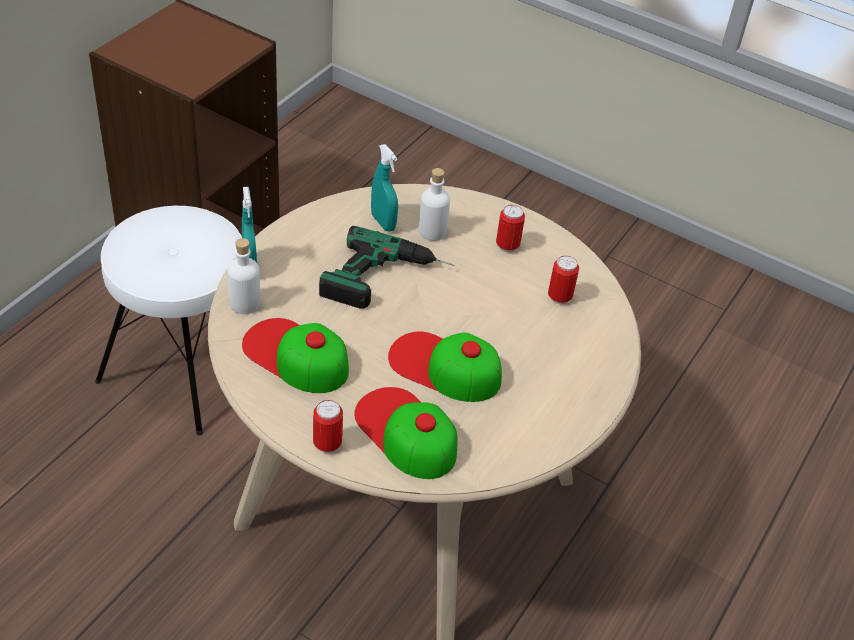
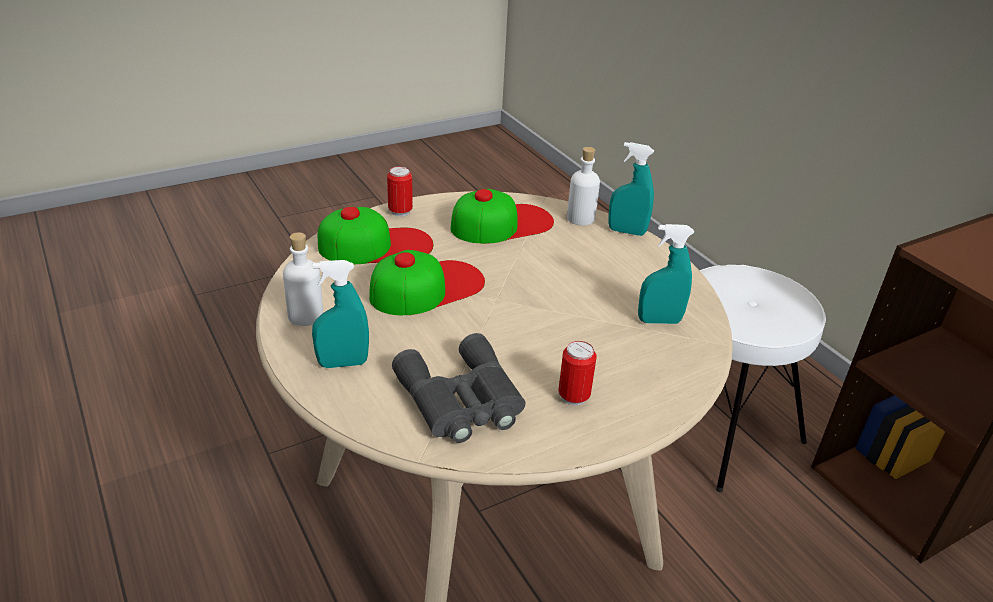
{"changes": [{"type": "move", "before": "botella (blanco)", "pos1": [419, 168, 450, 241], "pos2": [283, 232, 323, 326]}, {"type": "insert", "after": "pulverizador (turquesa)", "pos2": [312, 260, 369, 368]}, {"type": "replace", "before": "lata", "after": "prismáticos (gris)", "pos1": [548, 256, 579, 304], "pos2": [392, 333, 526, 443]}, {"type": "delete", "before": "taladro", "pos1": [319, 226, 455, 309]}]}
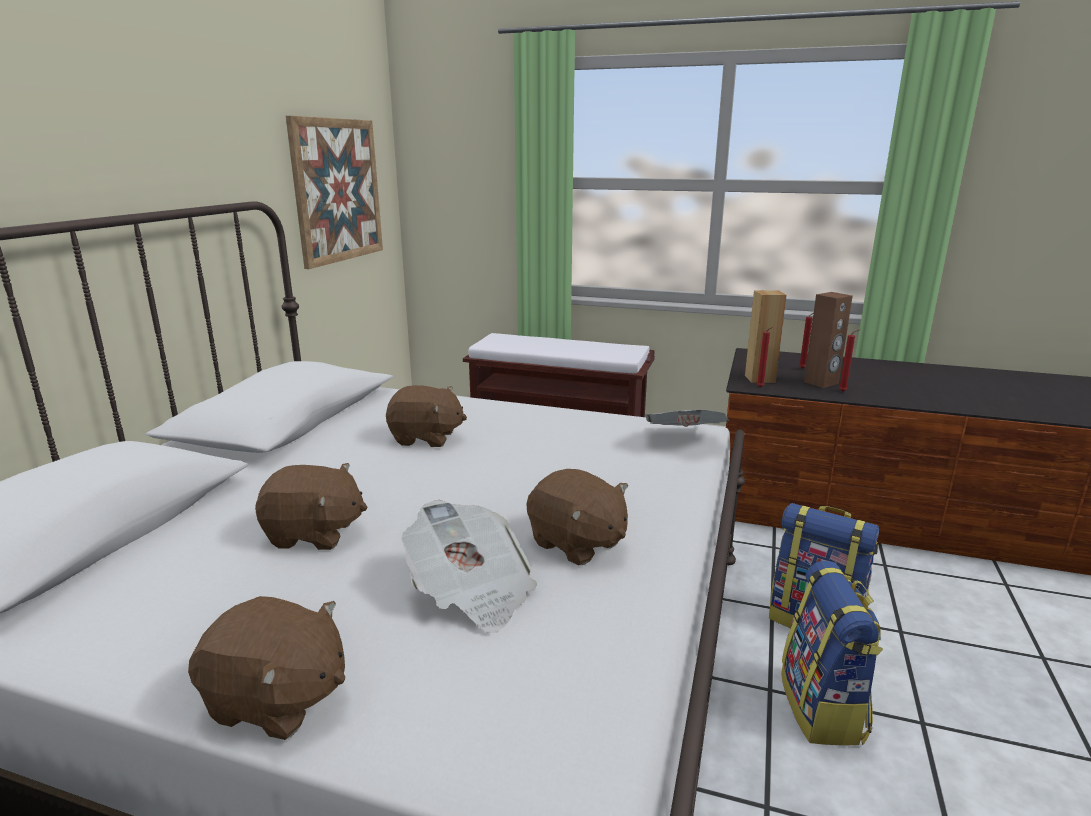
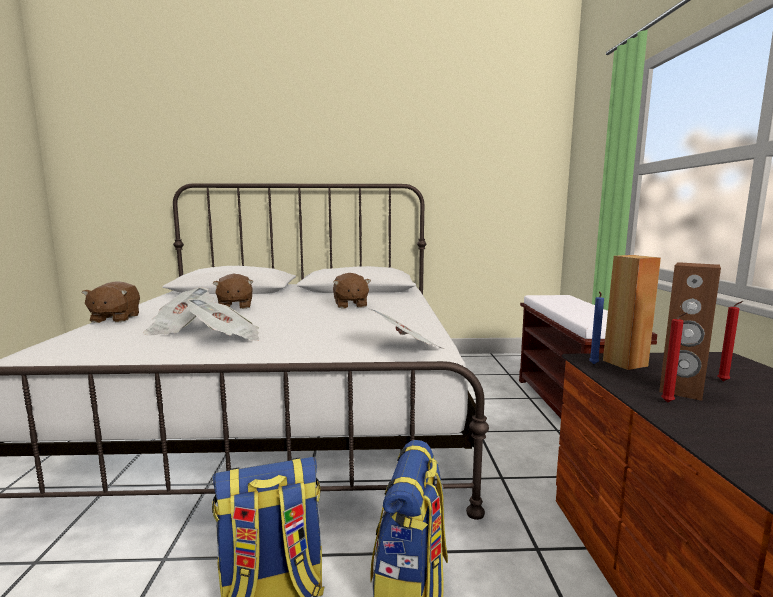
{"changes": [{"type": "replace", "before": "peluche (marrón)", "after": "periódico", "pos1": [526, 469, 628, 565], "pos2": [188, 299, 259, 341]}, {"type": "recolor", "before": "vela (rojo)", "after": "vela (azul)", "pos1": [757, 327, 773, 387], "pos2": [589, 291, 604, 364]}, {"type": "delete", "before": "cuadro", "pos1": [286, 116, 383, 269]}]}
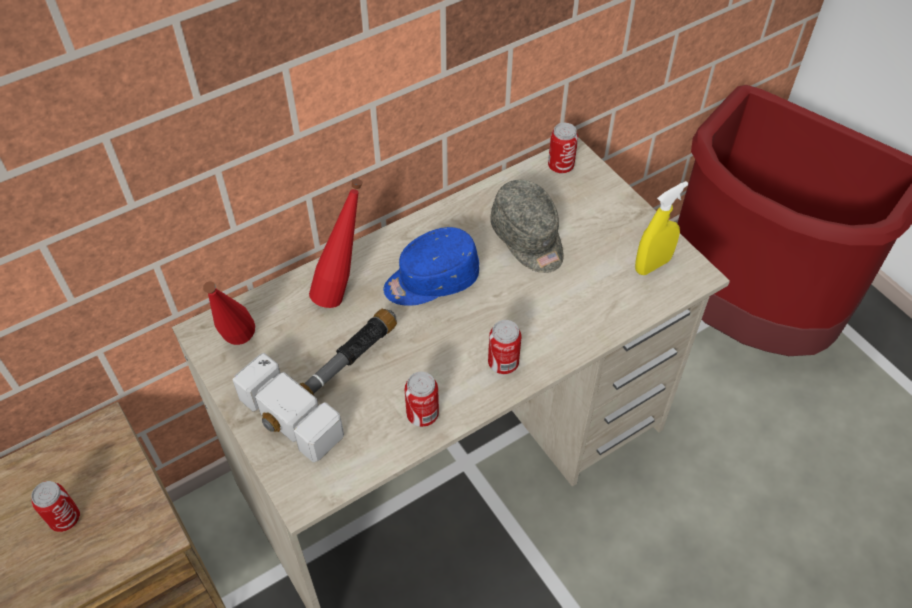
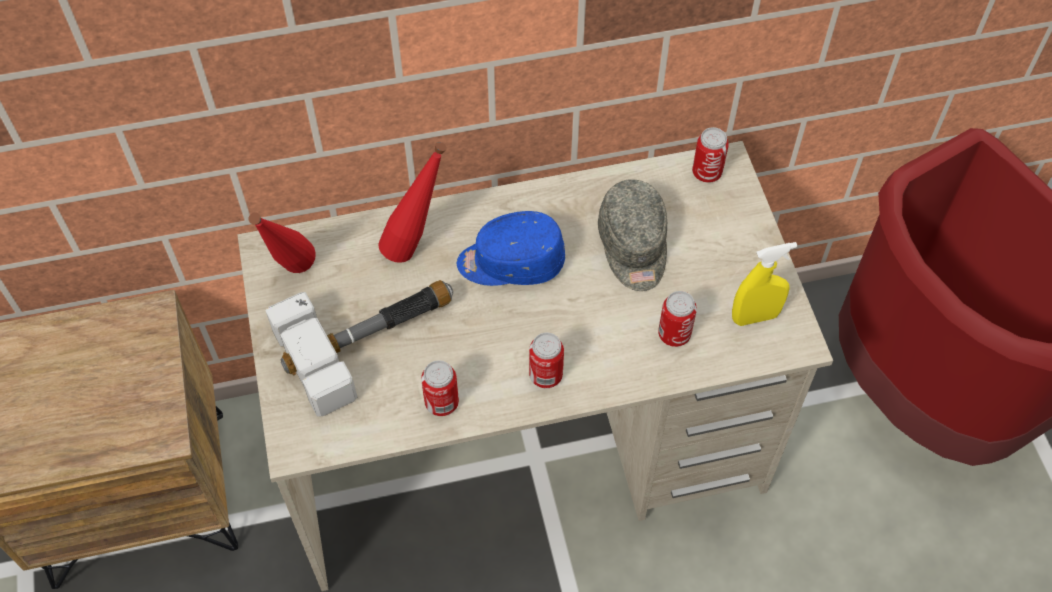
{"changes": [{"type": "move", "before": "lata", "pos1": [31, 481, 80, 532], "pos2": [658, 291, 697, 347]}]}
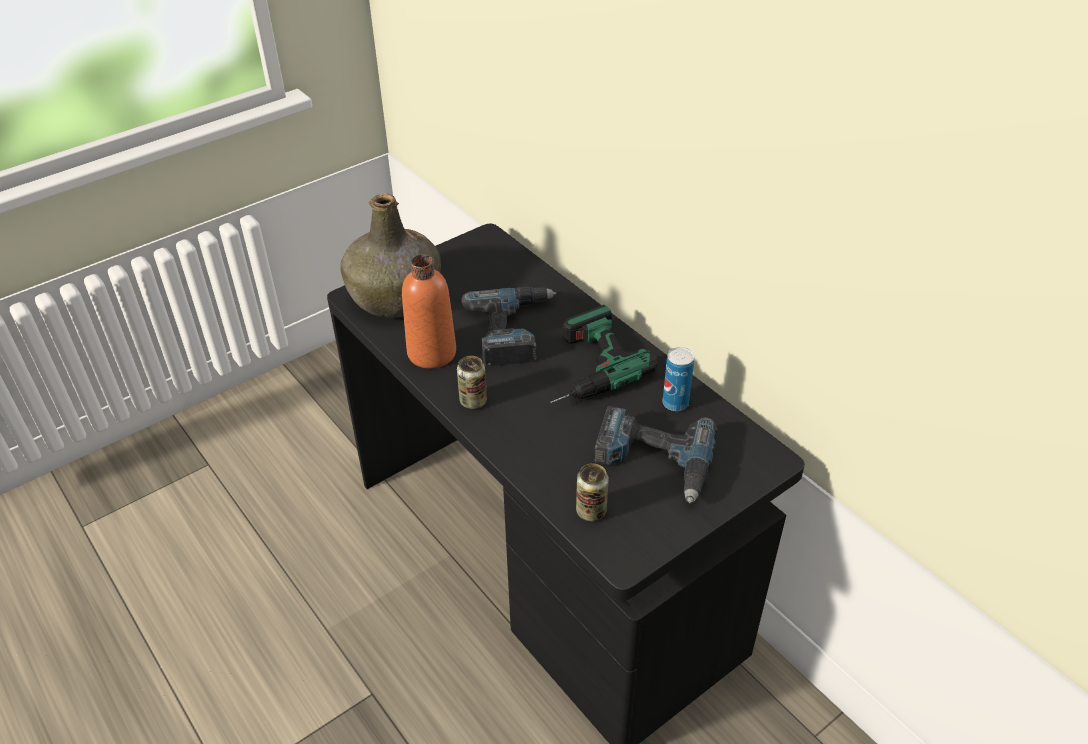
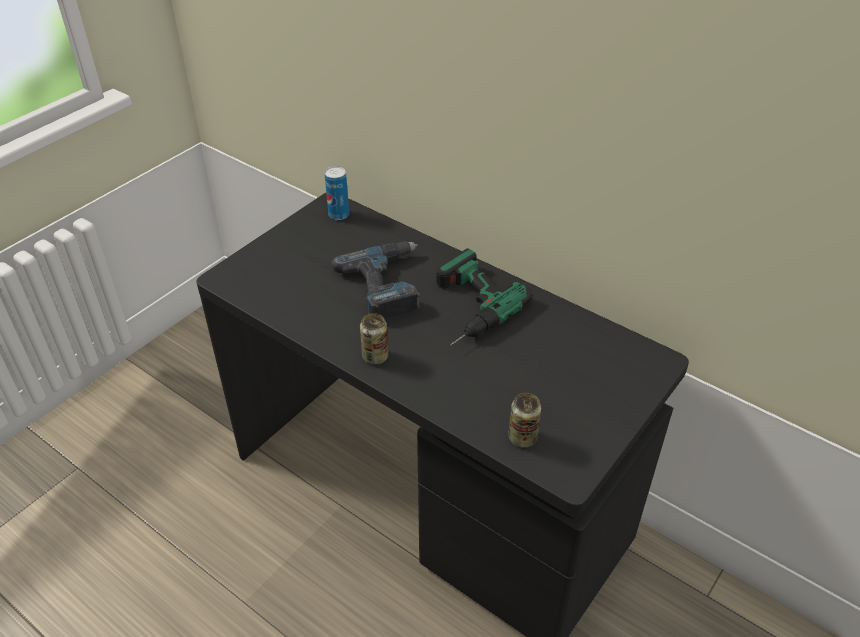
{"changes": [{"type": "move", "before": "lata", "pos1": [663, 347, 694, 411], "pos2": [325, 166, 349, 220]}, {"type": "delete", "before": "botella (verde)", "pos1": [341, 193, 441, 318]}, {"type": "delete", "before": "botella (naranja)", "pos1": [402, 254, 456, 368]}, {"type": "delete", "before": "taladro", "pos1": [594, 406, 717, 503]}]}
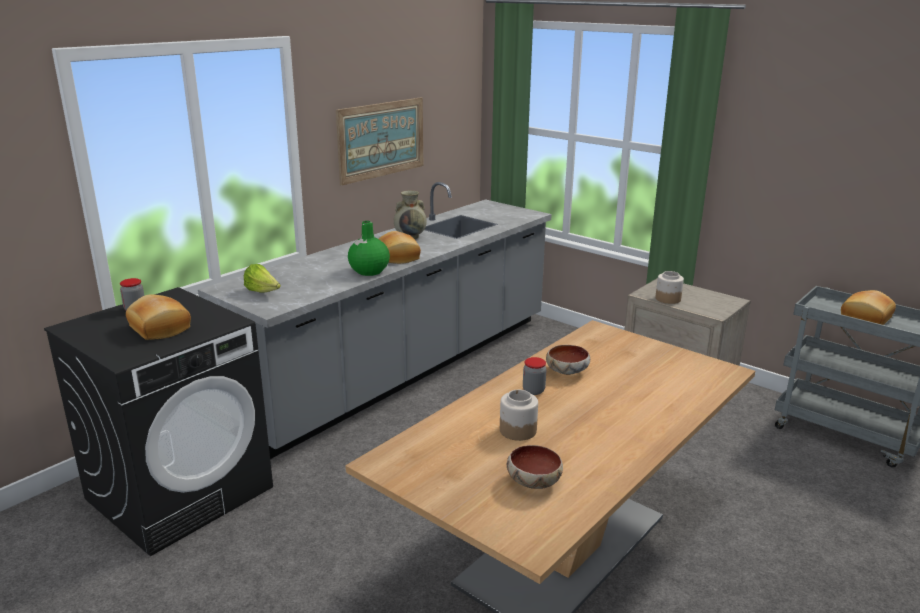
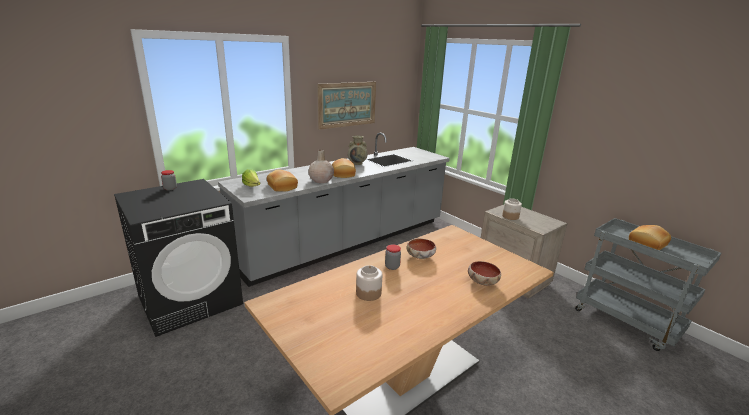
{"changes": [{"type": "move", "before": "pan", "pos1": [126, 294, 191, 340], "pos2": [267, 169, 298, 192]}, {"type": "recolor", "before": "florero (verde)", "after": "florero (beis)", "pos1": [348, 221, 390, 276], "pos2": [308, 150, 334, 183]}, {"type": "move", "before": "cuenco", "pos1": [507, 445, 563, 489], "pos2": [468, 261, 501, 286]}]}
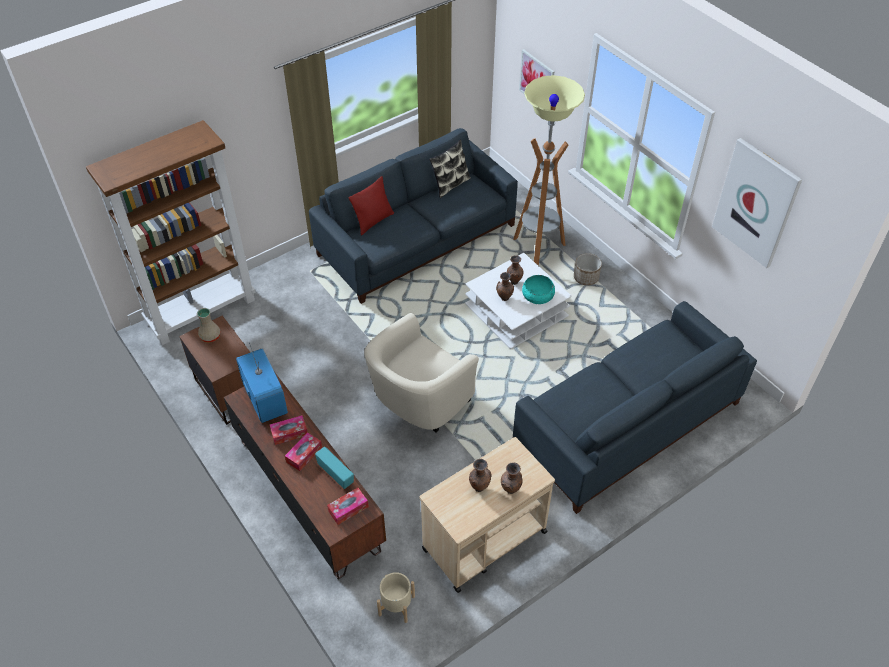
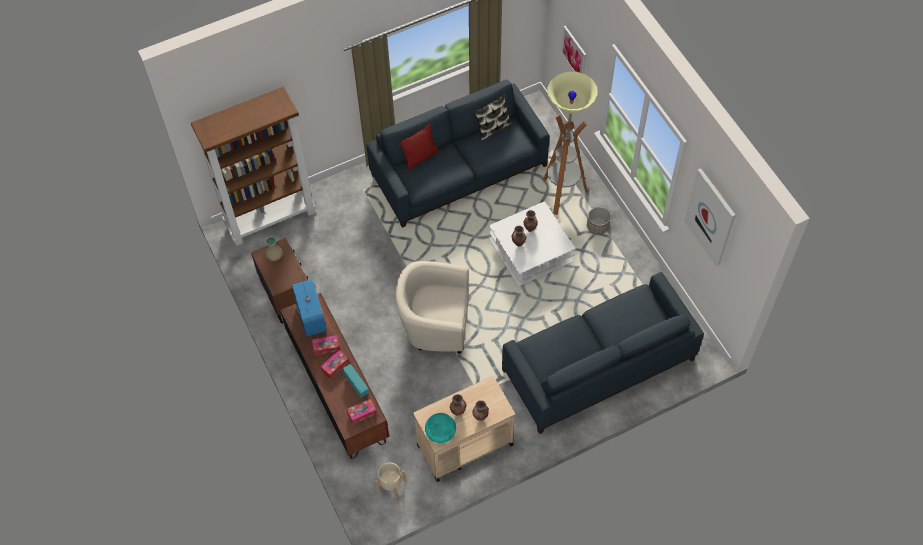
{"changes": [{"type": "rotate", "before": "sillón (beis)", "pos1": [364, 313, 479, 432], "pos2": [395, 261, 469, 353], "turn": 45}, {"type": "move", "before": "cuenco (turquesa)", "pos1": [522, 275, 555, 304], "pos2": [425, 413, 456, 443]}]}
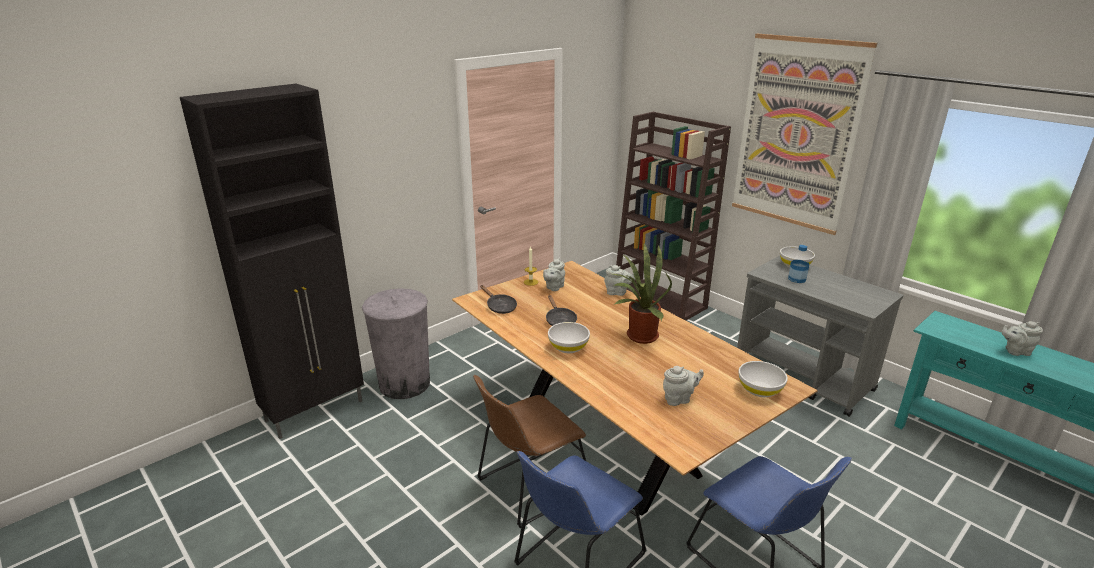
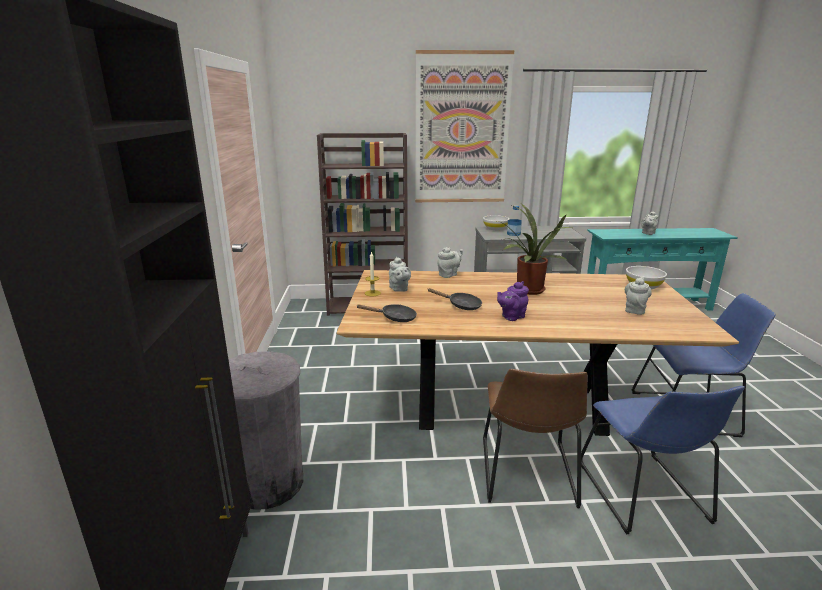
{"changes": [{"type": "replace", "before": "cuenco (blanco)", "after": "tetera (morado)", "pos1": [548, 322, 590, 353], "pos2": [497, 281, 529, 321]}]}
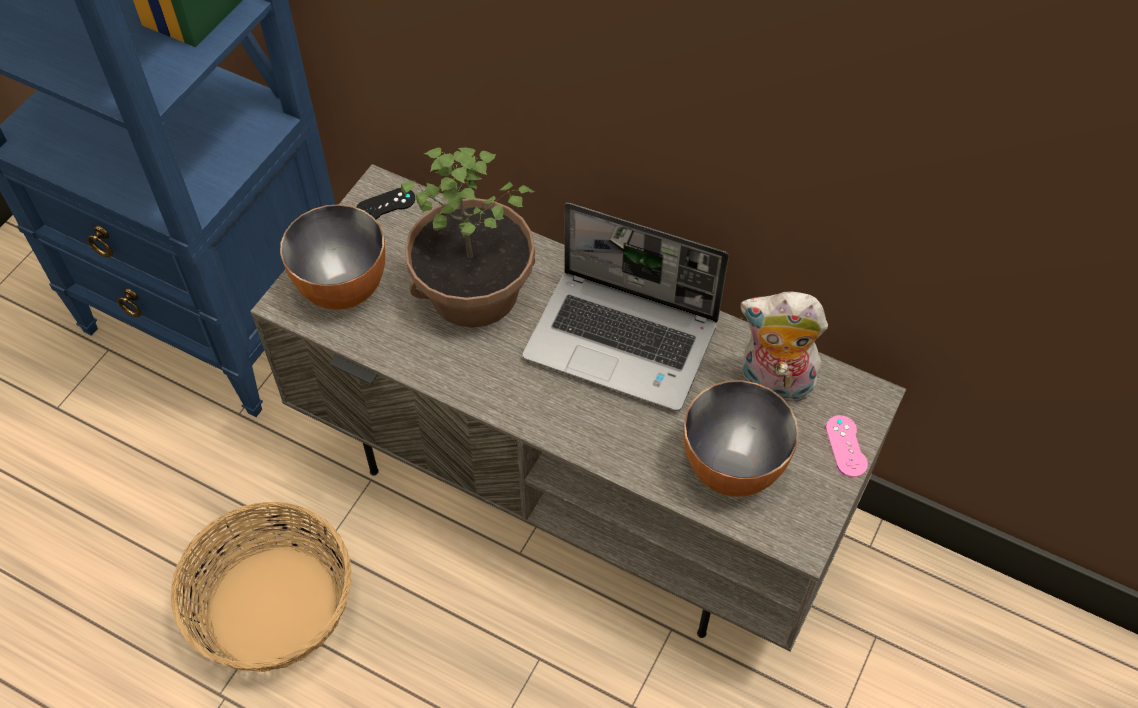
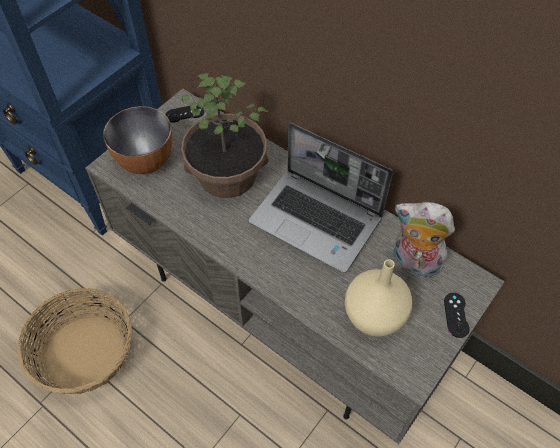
{"changes": [{"type": "replace", "before": "cuenco", "after": "florero (beis)", "pos1": [683, 380, 799, 497], "pos2": [344, 259, 412, 337]}, {"type": "recolor", "before": "mando de consola (rosa)", "after": "mando de consola (negro)", "pos1": [826, 415, 868, 477], "pos2": [444, 293, 470, 338]}]}
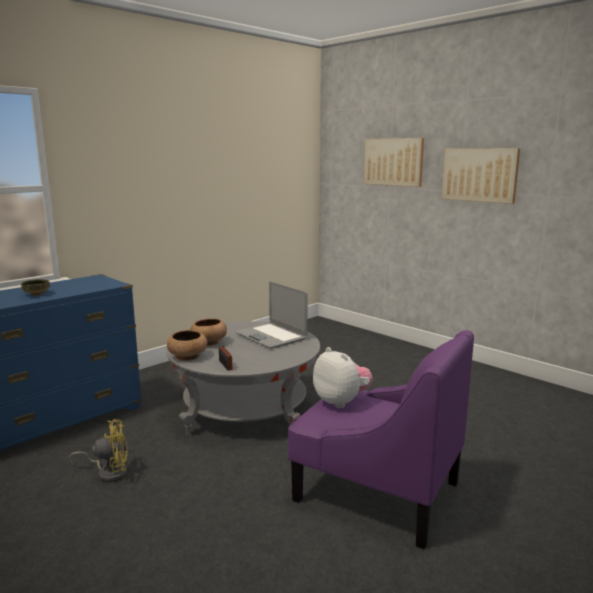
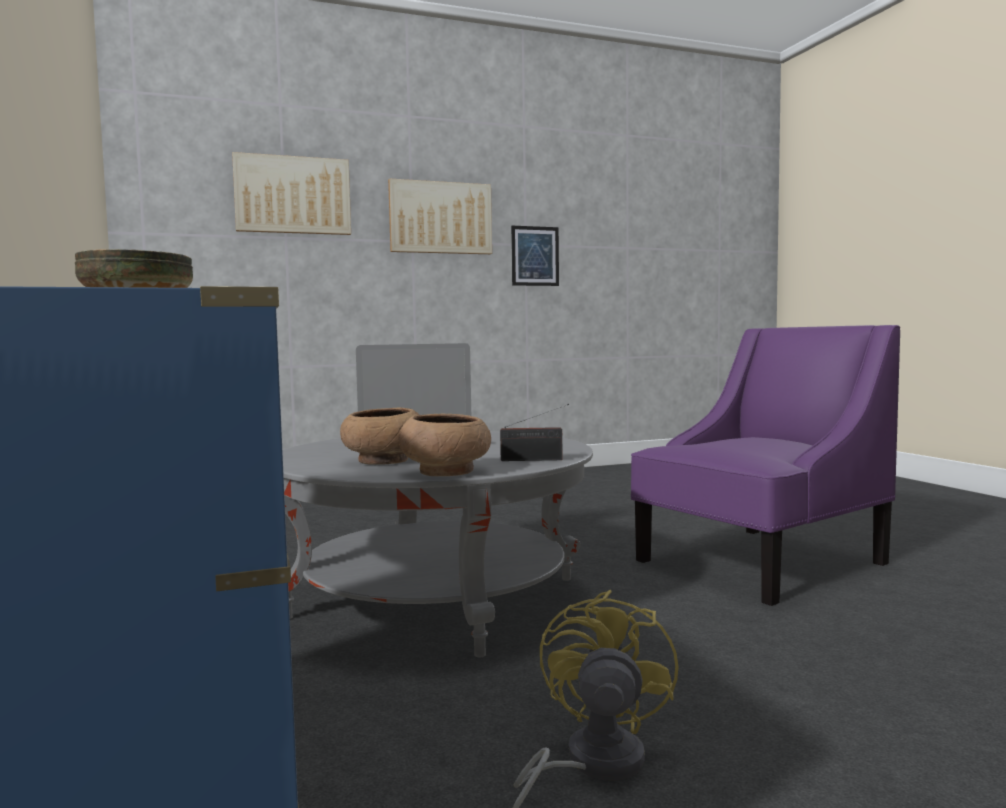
{"changes": [{"type": "insert", "after": "cuadro", "pos2": [511, 226, 559, 286]}, {"type": "delete", "before": "peluche", "pos1": [313, 347, 373, 409]}]}
